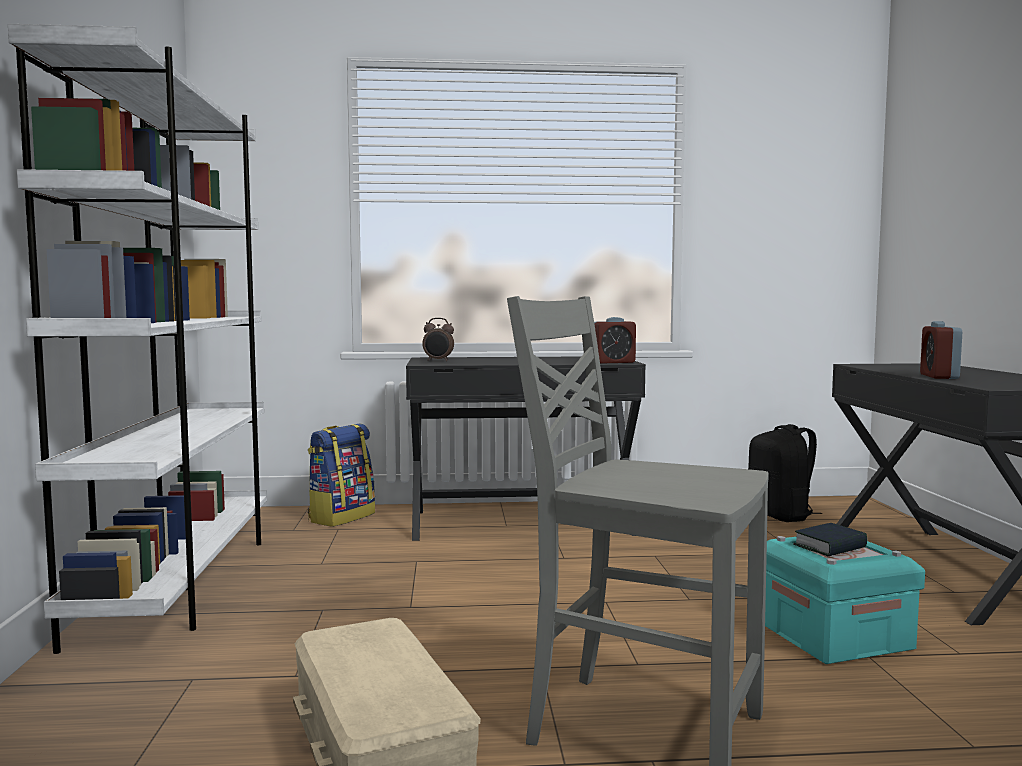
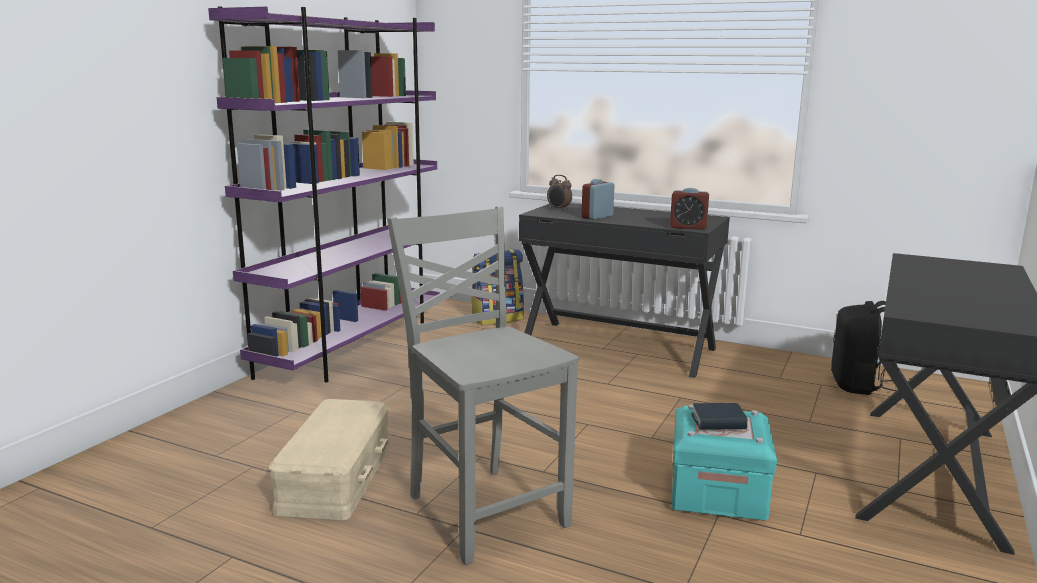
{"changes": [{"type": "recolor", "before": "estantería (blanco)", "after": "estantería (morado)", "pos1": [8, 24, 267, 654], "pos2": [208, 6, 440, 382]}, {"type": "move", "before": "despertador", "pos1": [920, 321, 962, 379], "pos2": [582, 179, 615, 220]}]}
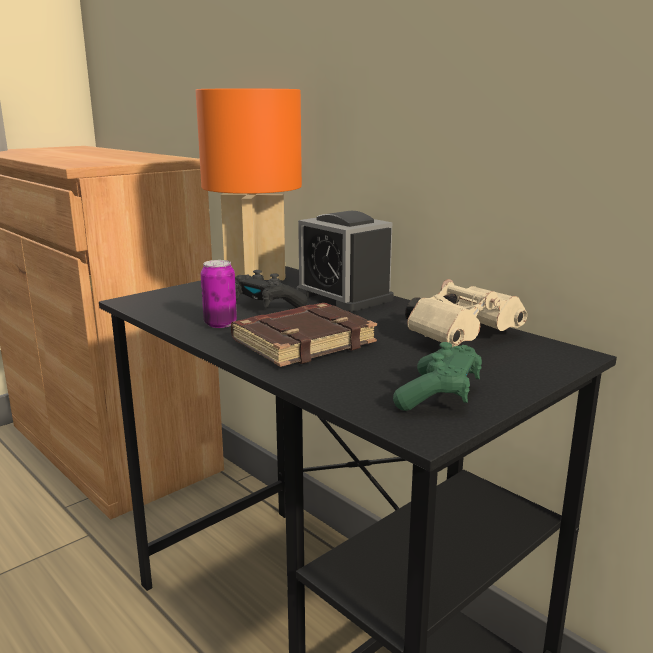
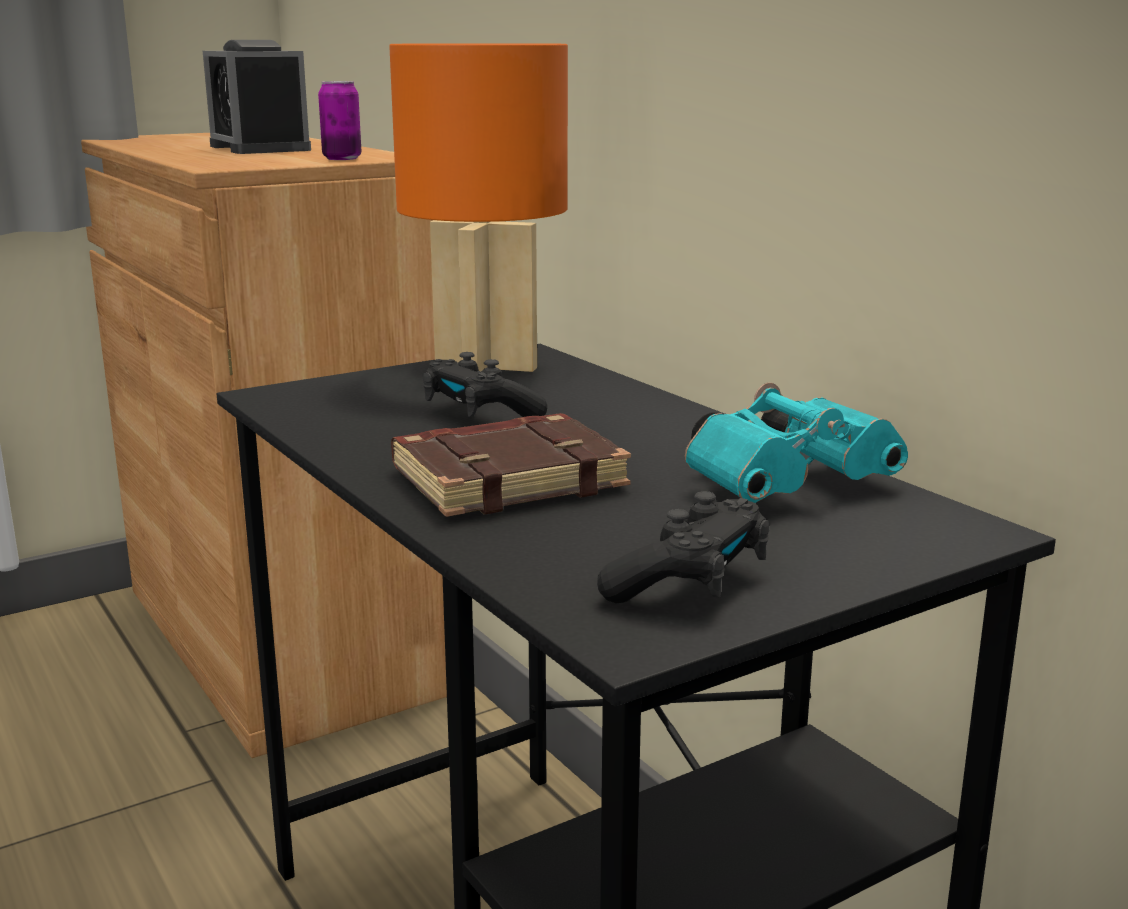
{"changes": [{"type": "move", "before": "despertador", "pos1": [297, 211, 393, 312], "pos2": [203, 40, 311, 154]}, {"type": "move", "before": "lata", "pos1": [201, 260, 237, 328], "pos2": [318, 81, 362, 160]}, {"type": "recolor", "before": "mando de consola (verde)", "after": "mando de consola (negro)", "pos1": [393, 342, 482, 411], "pos2": [597, 491, 769, 604]}, {"type": "recolor", "before": "prismáticos (beis)", "after": "prismáticos (turquesa)", "pos1": [405, 279, 527, 347], "pos2": [685, 383, 908, 503]}]}
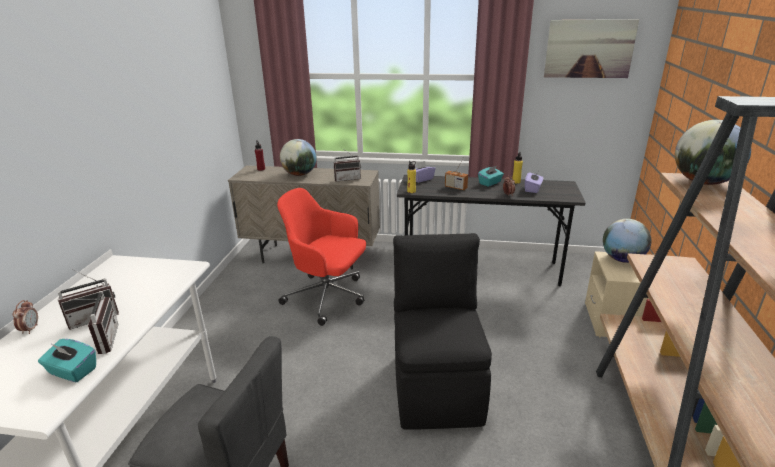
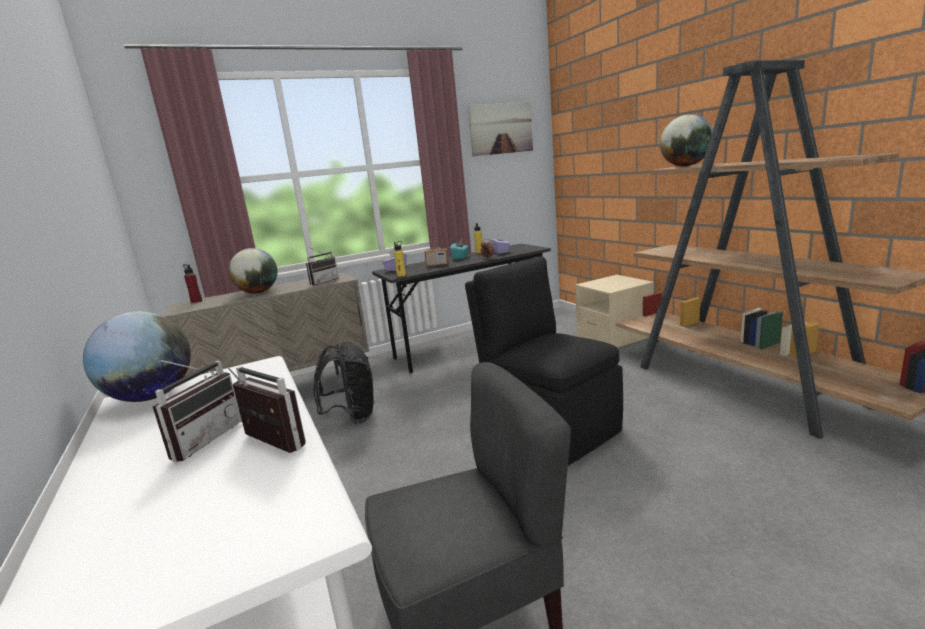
{"changes": [{"type": "move", "before": "globo terráqueo", "pos1": [603, 219, 651, 263], "pos2": [83, 312, 191, 402]}, {"type": "replace", "before": "silla de oficina (rojo)", "after": "mochila (negro)", "pos1": [277, 188, 366, 326], "pos2": [313, 342, 375, 424]}, {"type": "delete", "before": "despertador", "pos1": [13, 300, 38, 334]}, {"type": "delete", "before": "caja de pañuelos (turquesa)", "pos1": [38, 339, 96, 382]}]}
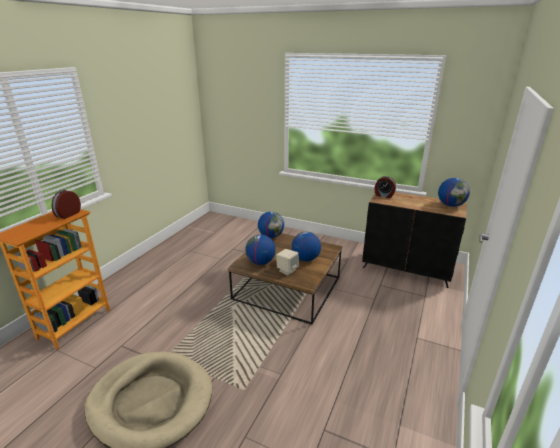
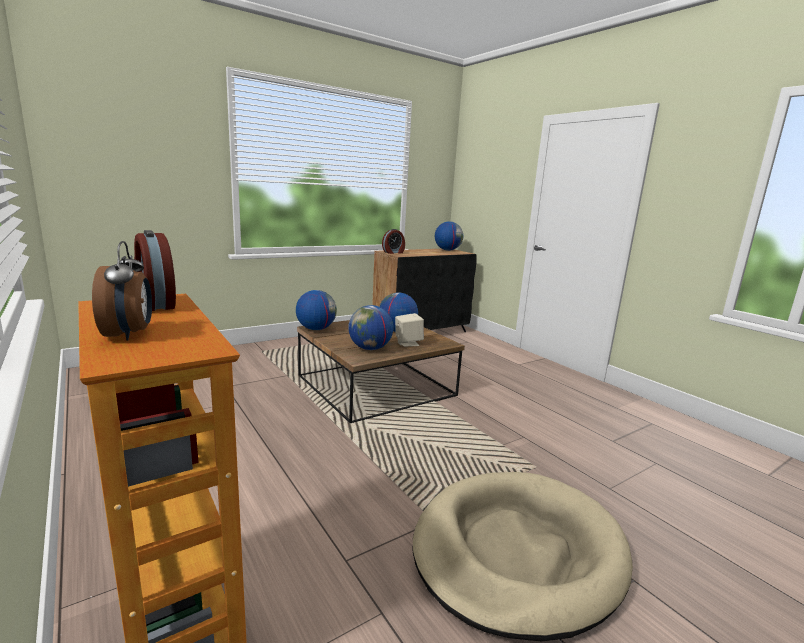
{"changes": [{"type": "insert", "after": "despertador", "pos2": [92, 241, 152, 340]}]}
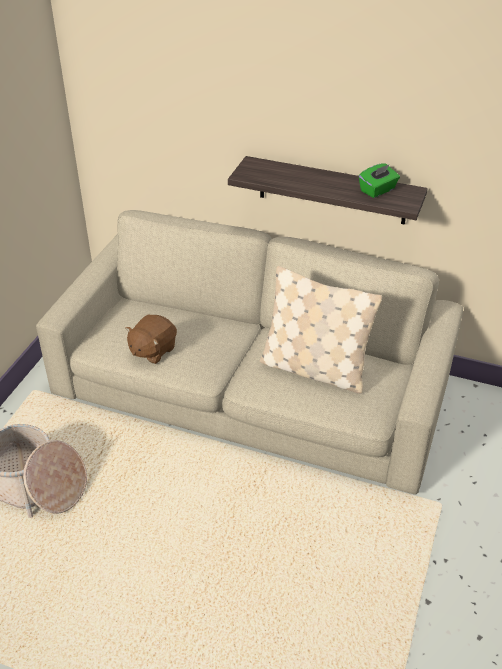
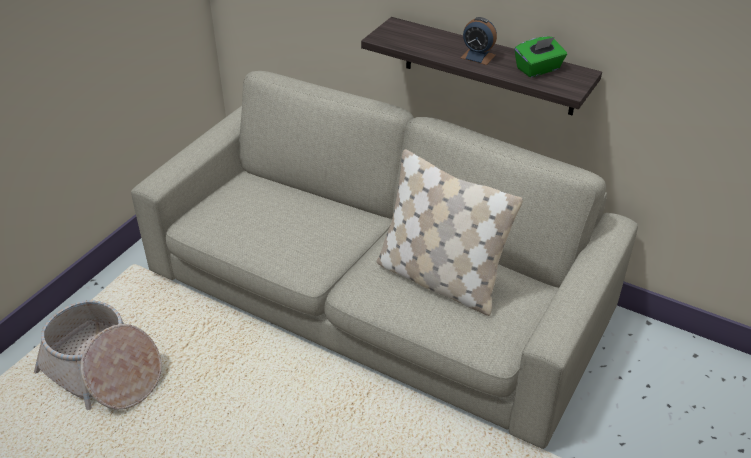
{"changes": [{"type": "insert", "after": "despertador", "pos2": [460, 17, 497, 65]}, {"type": "delete", "before": "peluche (marrón)", "pos1": [125, 315, 177, 364]}]}
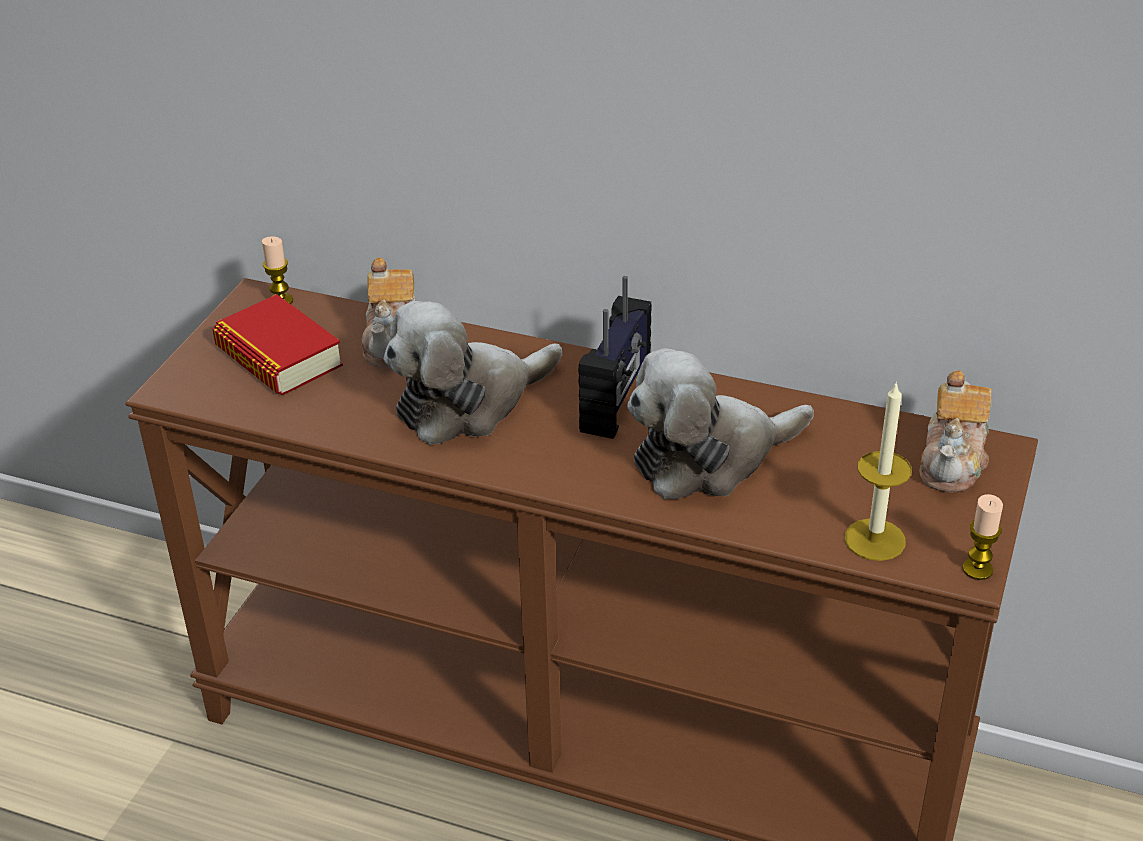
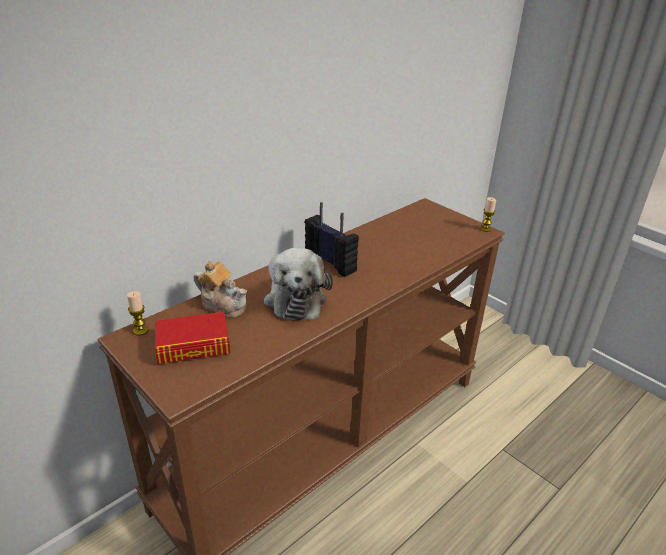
{"changes": [{"type": "delete", "before": "peluche", "pos1": [627, 348, 814, 499]}, {"type": "delete", "before": "vela", "pos1": [845, 381, 912, 561]}, {"type": "delete", "before": "tetera", "pos1": [920, 370, 992, 493]}]}
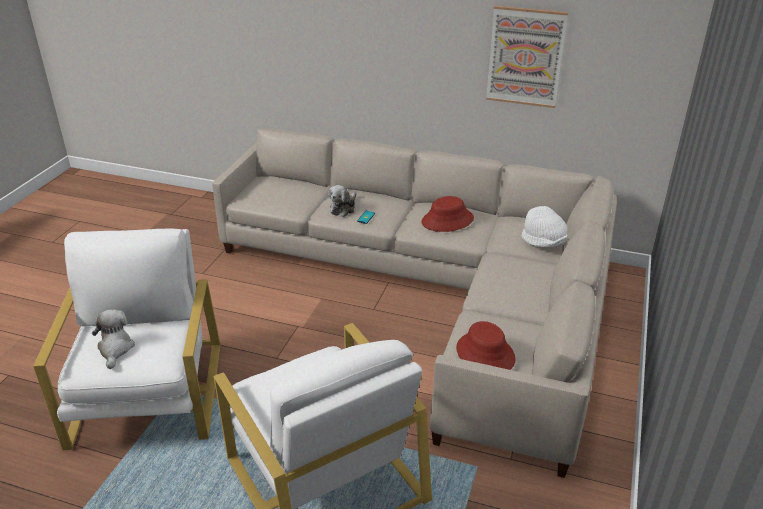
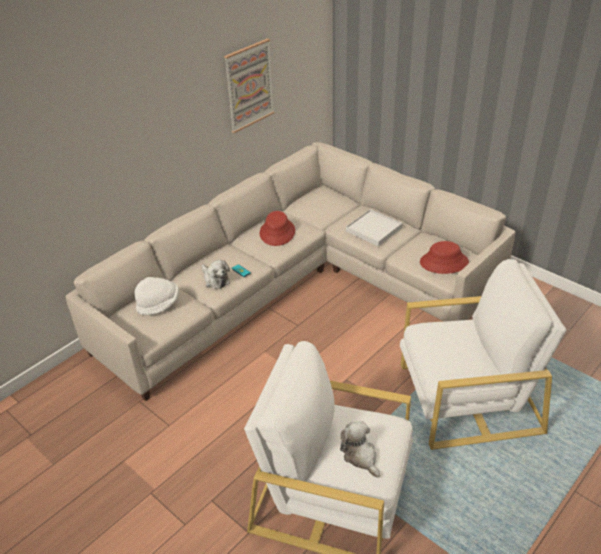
{"changes": [{"type": "move", "before": "sombrero (blanco)", "pos1": [521, 206, 568, 248], "pos2": [135, 277, 179, 315]}, {"type": "rotate", "before": "peluche", "pos1": [92, 309, 135, 369], "pos2": [340, 421, 380, 478], "turn": 45}, {"type": "insert", "after": "bandeja (blanco)", "pos2": [346, 209, 402, 247]}]}
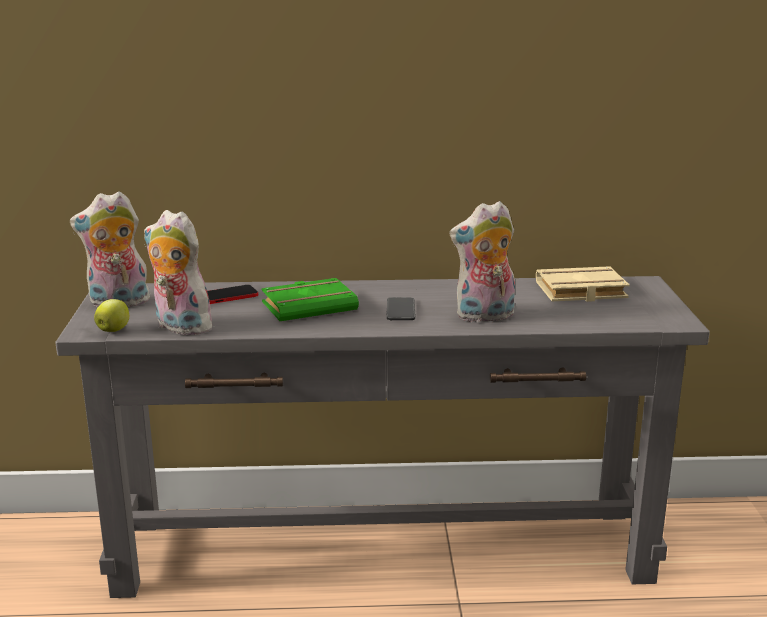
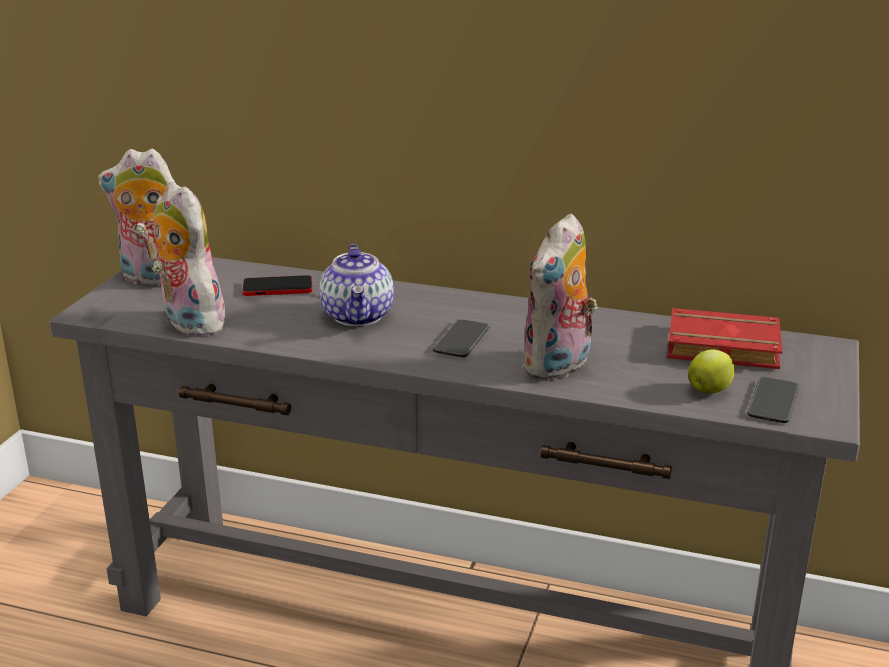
{"changes": [{"type": "replace", "before": "libro (verde)", "after": "tetera", "pos1": [261, 278, 359, 321], "pos2": [319, 244, 394, 326]}, {"type": "rotate", "before": "peluche", "pos1": [449, 201, 515, 323], "pos2": [522, 213, 598, 381], "turn": -60}, {"type": "recolor", "before": "libro (beis)", "after": "libro (rojo)", "pos1": [536, 266, 630, 302], "pos2": [667, 308, 782, 369]}, {"type": "move", "before": "manzana", "pos1": [94, 299, 129, 332], "pos2": [688, 350, 734, 394]}, {"type": "insert", "after": "móvil", "pos2": [747, 377, 799, 423]}]}
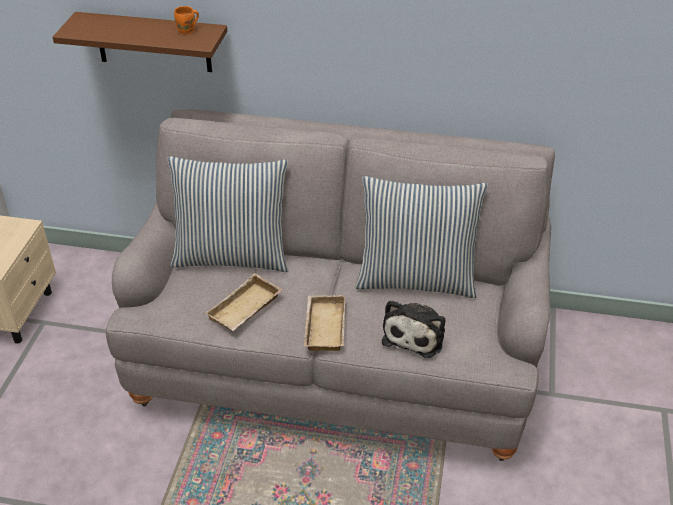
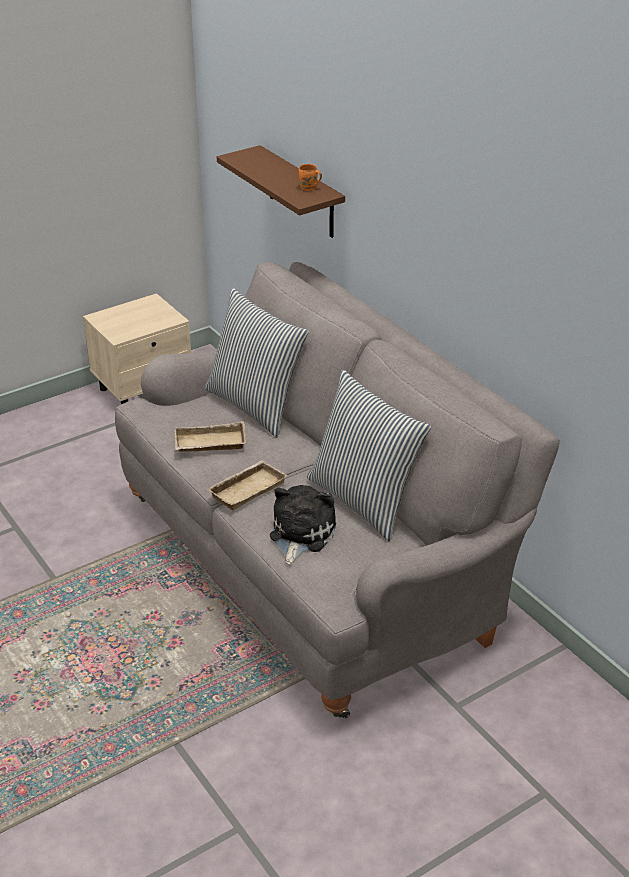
{"changes": [{"type": "rotate", "before": "peluche", "pos1": [382, 300, 445, 358], "pos2": [270, 485, 336, 564], "turn": 135}]}
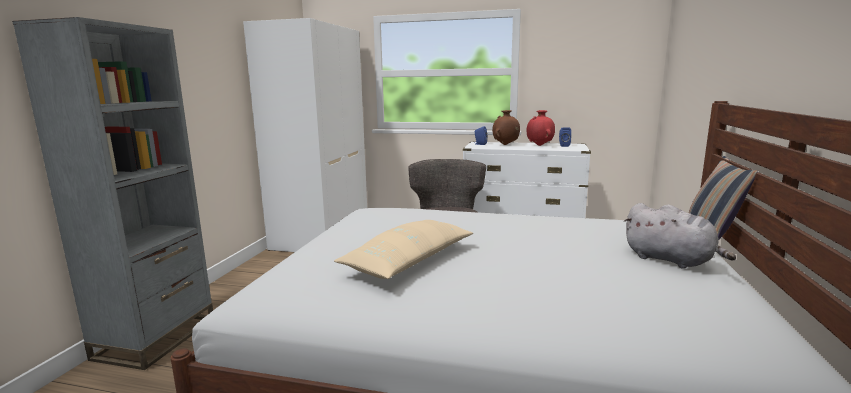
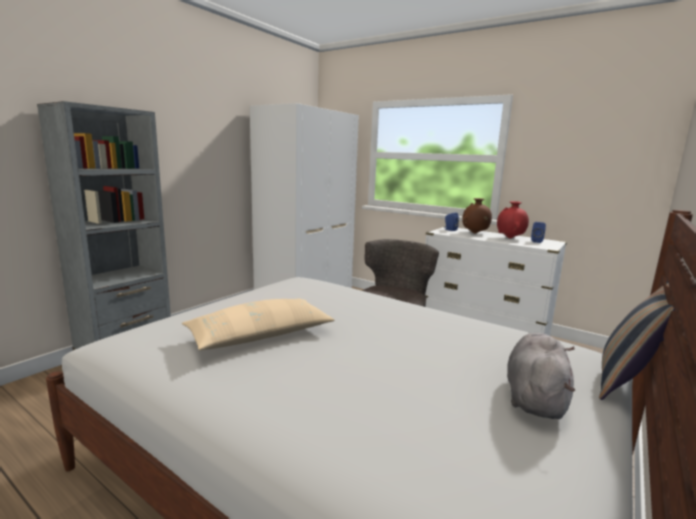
{"changes": [{"type": "rotate", "before": "peluche (gris)", "pos1": [624, 203, 736, 269], "pos2": [507, 333, 575, 419], "turn": -135}]}
